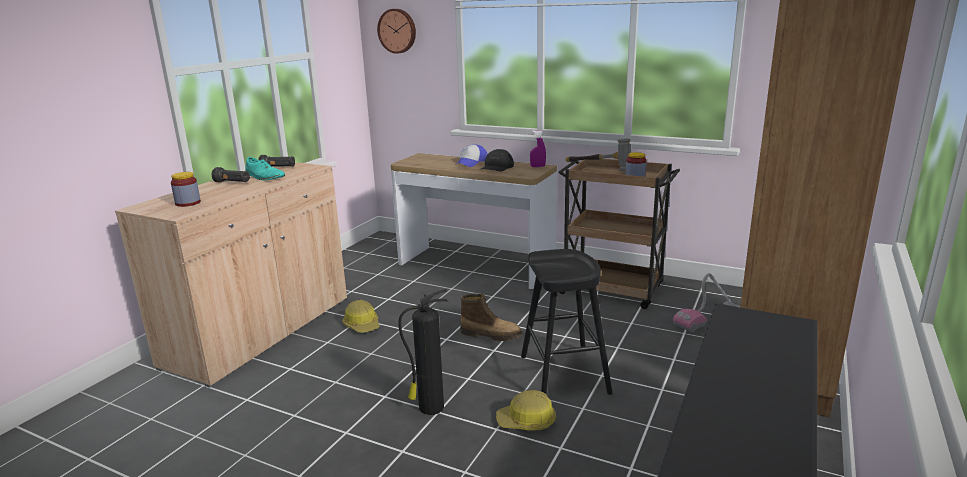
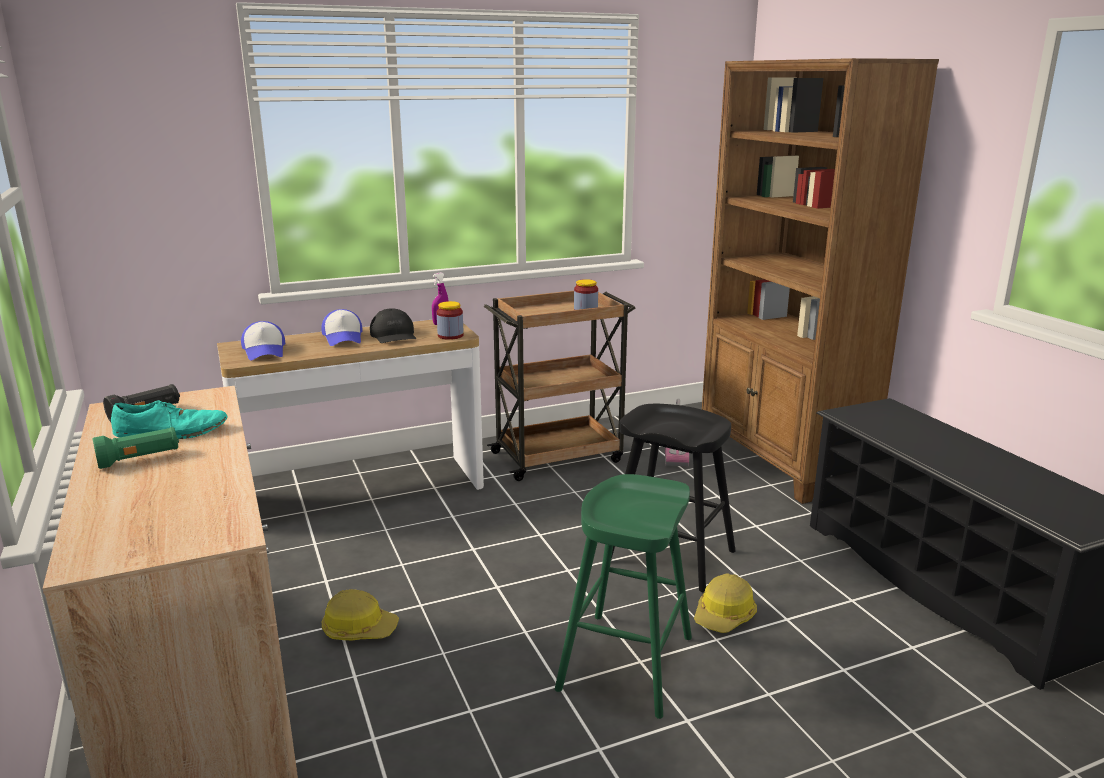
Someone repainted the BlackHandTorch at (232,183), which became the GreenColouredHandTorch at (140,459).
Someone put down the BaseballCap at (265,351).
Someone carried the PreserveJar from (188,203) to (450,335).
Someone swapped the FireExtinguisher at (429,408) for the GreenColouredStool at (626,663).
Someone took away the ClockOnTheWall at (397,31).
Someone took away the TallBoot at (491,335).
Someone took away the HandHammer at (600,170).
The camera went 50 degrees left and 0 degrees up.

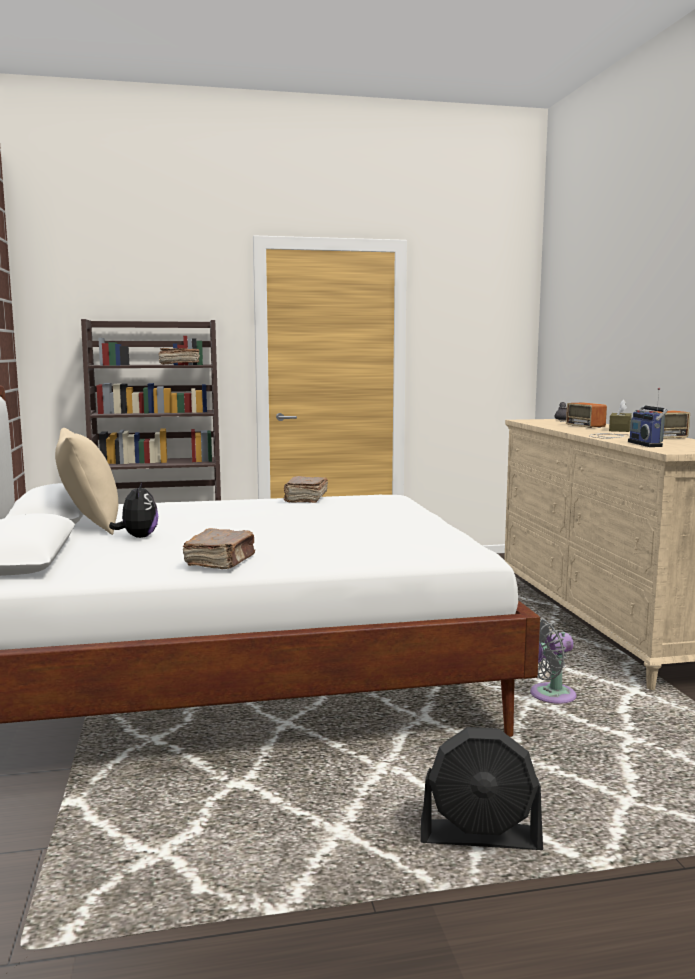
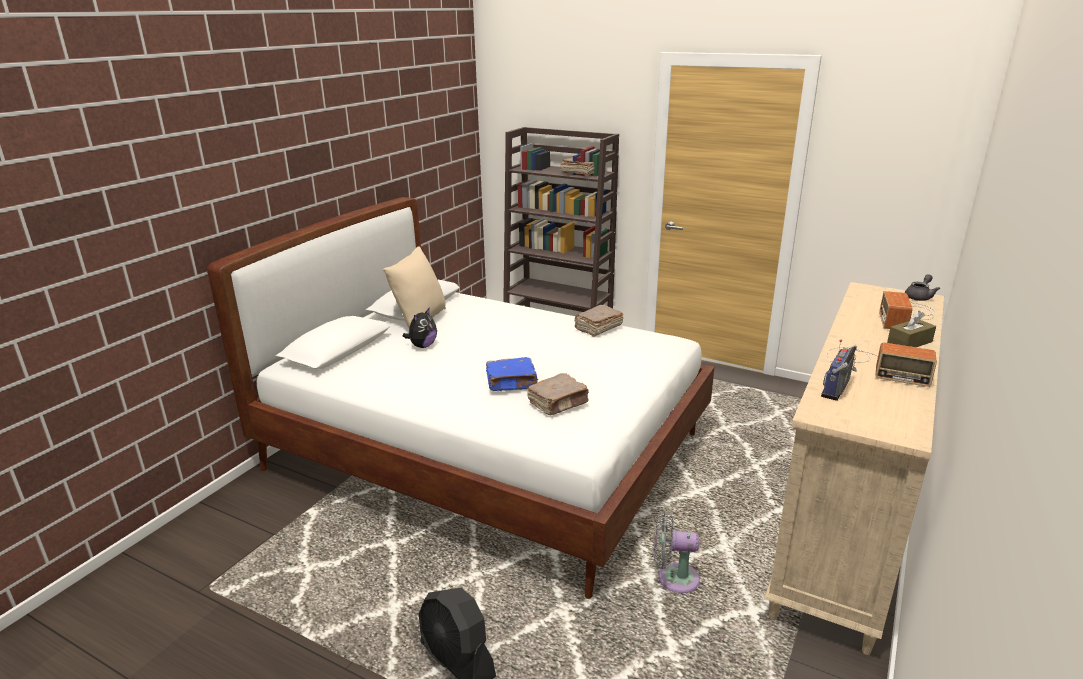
Someone put down the BluishBook at (512,383).
Someone carried the BrownColouredBook from (221,562) to (558,403).
The camera went 40 degrees right and 15 degrees up.

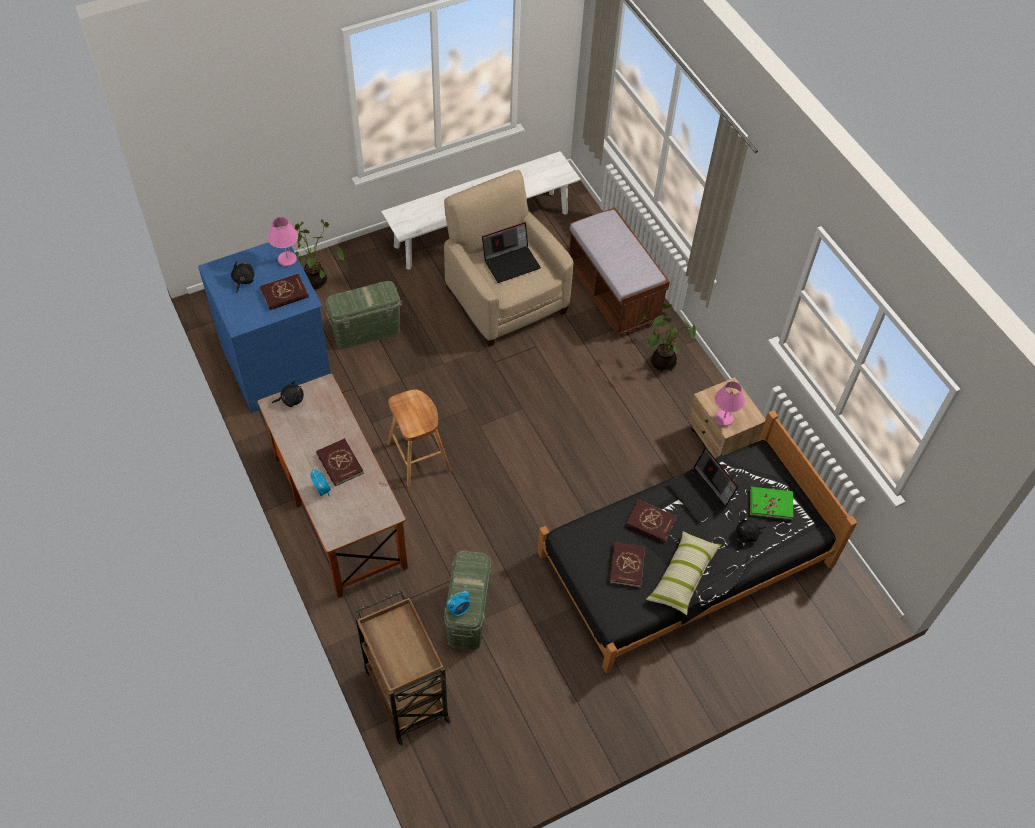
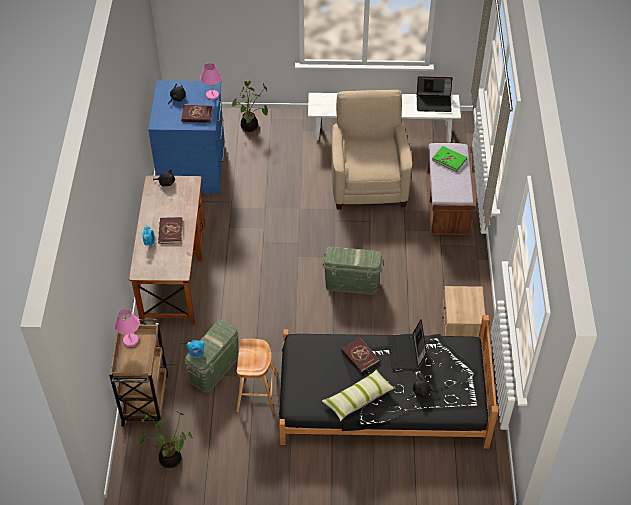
Someone carried the PinkishLampForATable from (723,418) to (130,340).
Someone carried the PlantInAPot from (662,361) to (170,457).
Someone carried the BrownColouredStool from (418,457) to (257,393).
Someone carried the GreenColouredStorageBin from (366,331) to (352,283).
Someone carried the PortableComputer from (511,262) to (434,102).
Someone carried the GreenColouredBook from (770,504) to (449,160).
Someone took away the RedColouredBook at (626,565).
The camera went 30 degrees right and 5 degrees down.

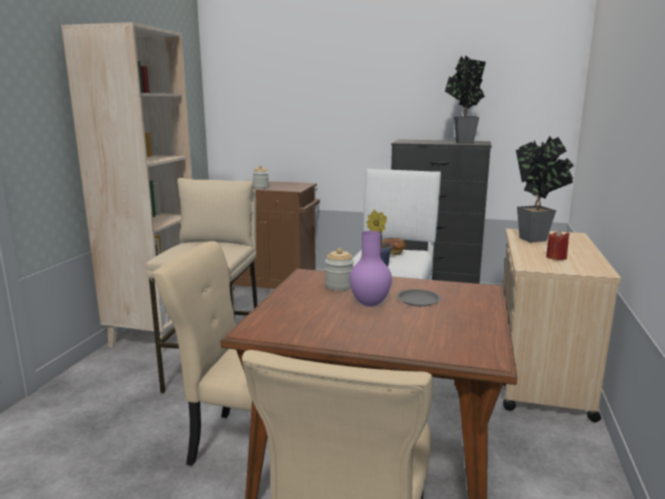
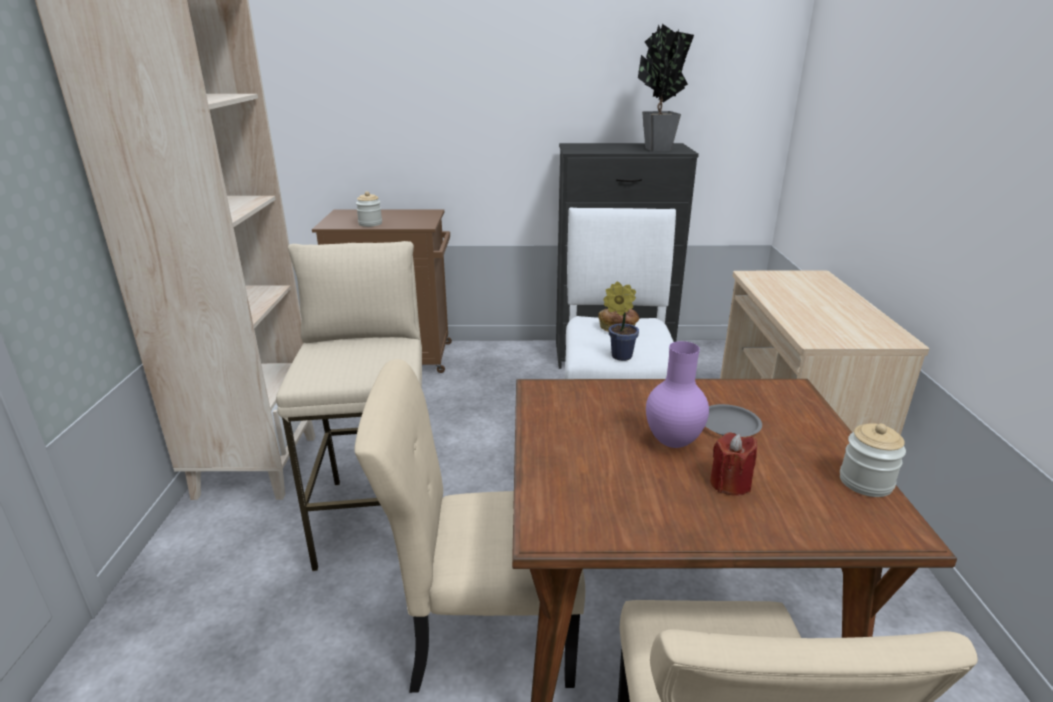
Someone carried the RedColouredWaxCandle from (556,257) to (730,484).
Someone carried the PreserveJar from (339,286) to (865,482).
Someone took away the PlantInAPot at (537,239).
The camera went 15 degrees left and 10 degrees up.

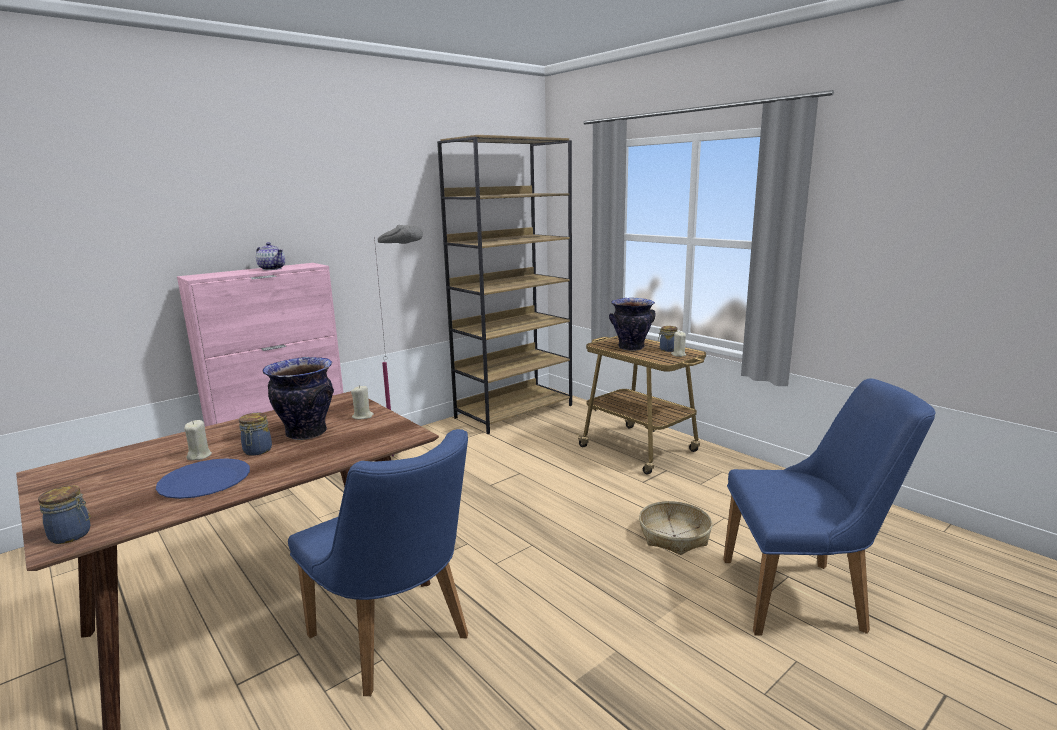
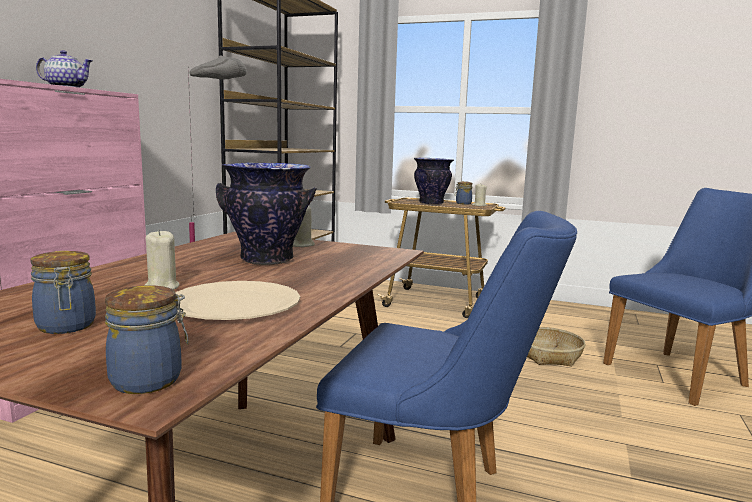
Someone carried the PreserveJar from (257,451) to (66,327).
Someone repainted the BluishFlatDish at (204,481), which became the SandColouredFlatDish at (234,304).
The camera went 30 degrees left and 5 degrees down.

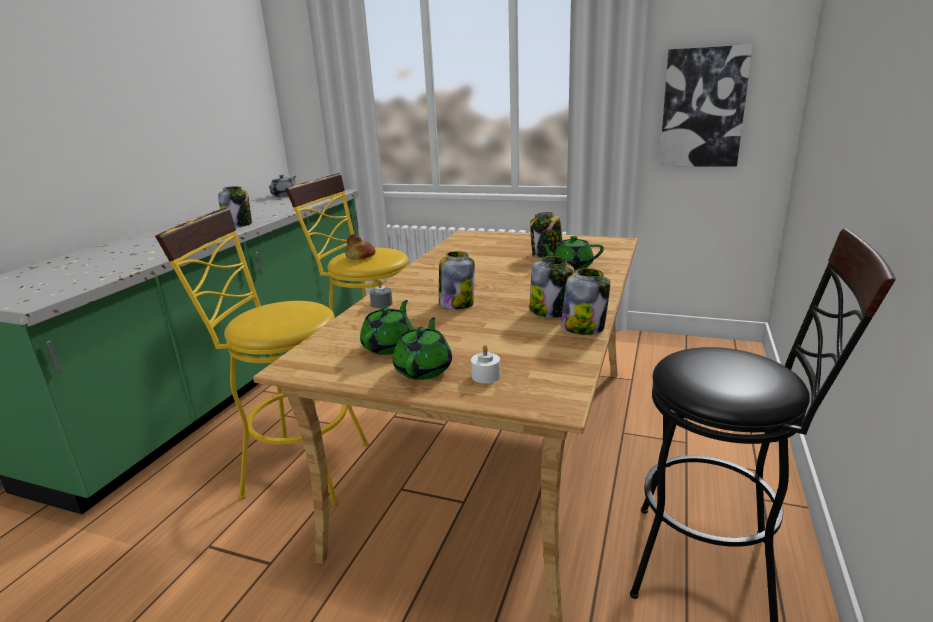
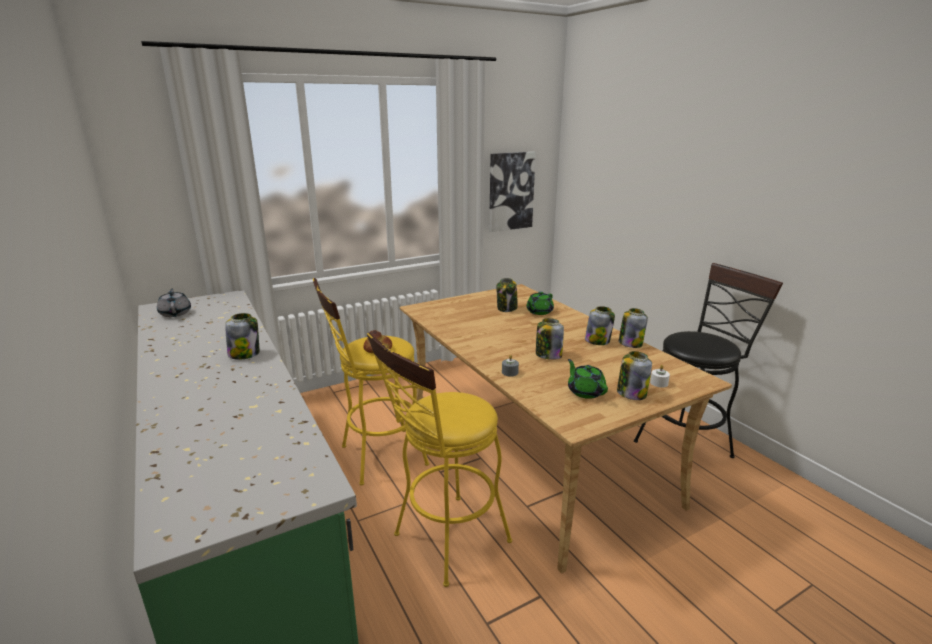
Someone swapped the GreenColouredPotForTea at (424,369) for the PreserveJar at (631,393).
The camera went 50 degrees left and 0 degrees up.

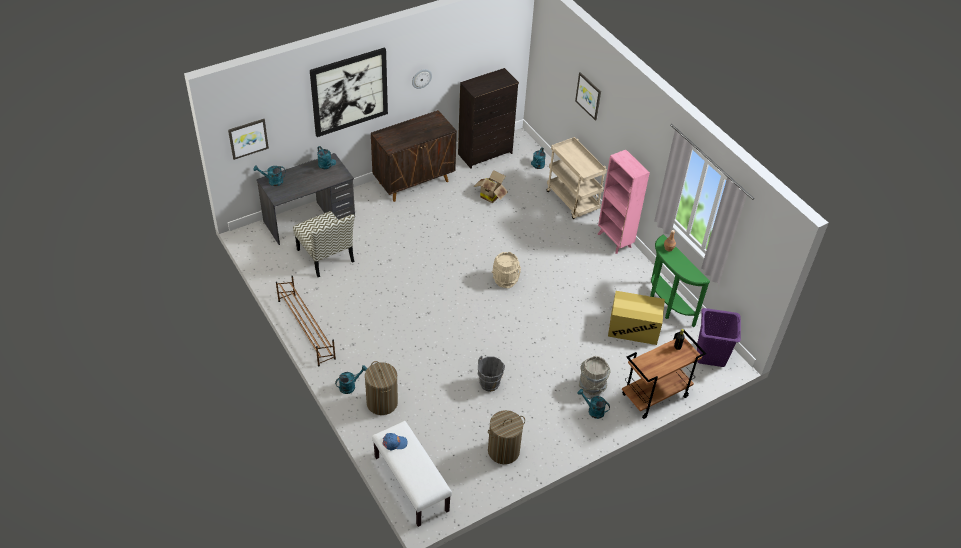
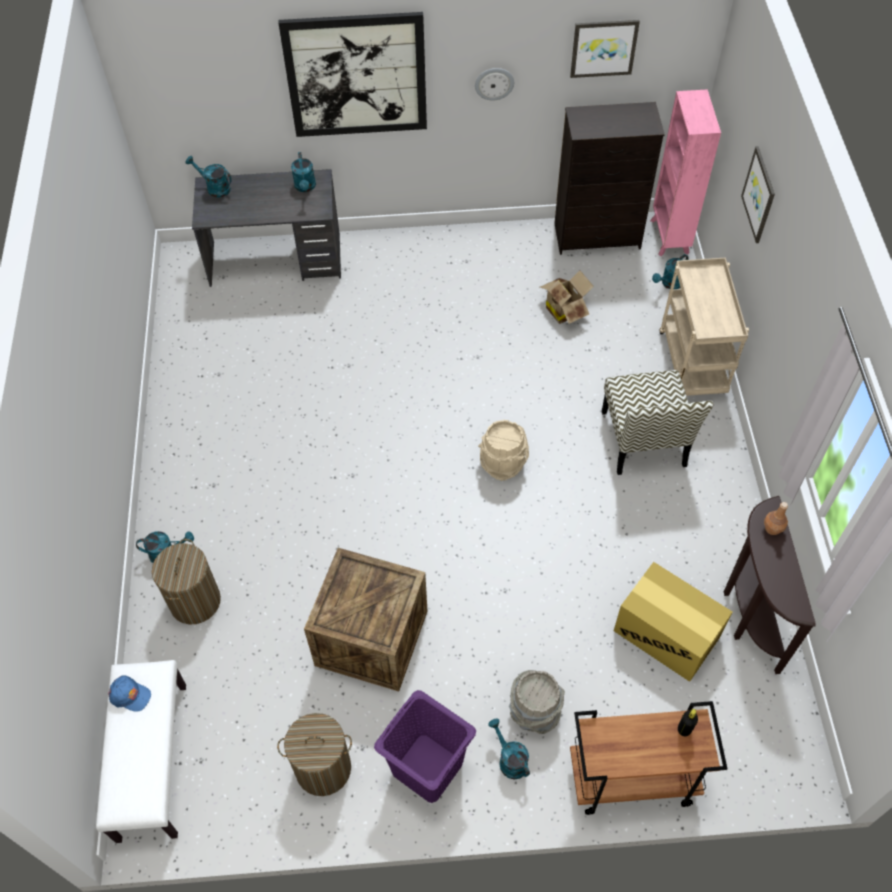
Someone swapped the GreyBucket at (489,384) for the ShippingCrate at (371,638).
Someone carried the PurpleWashingBasket from (711,355) to (427,768).
Someone carried the WallArt from (248,138) to (603,48).
Someone carried the Chair from (326,256) to (644,440).
Someone carried the PinkishBookcase from (614,241) to (669,237).
Someone repainted the GreenColouredNarrowTable at (666,306), which became the BrownColouredNarrowTable at (747,615).
Someone took away the BrownColouredShoeStand at (306,329).
Someone took away the BrownColouredStorageCabinet at (414,182).
The camera went 30 degrees right and 10 degrees up.

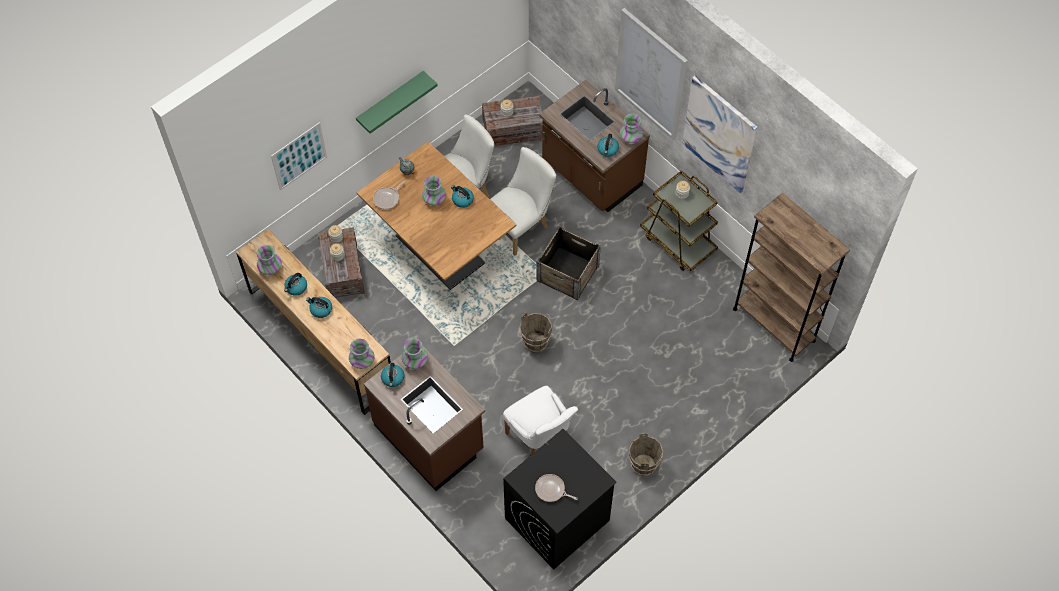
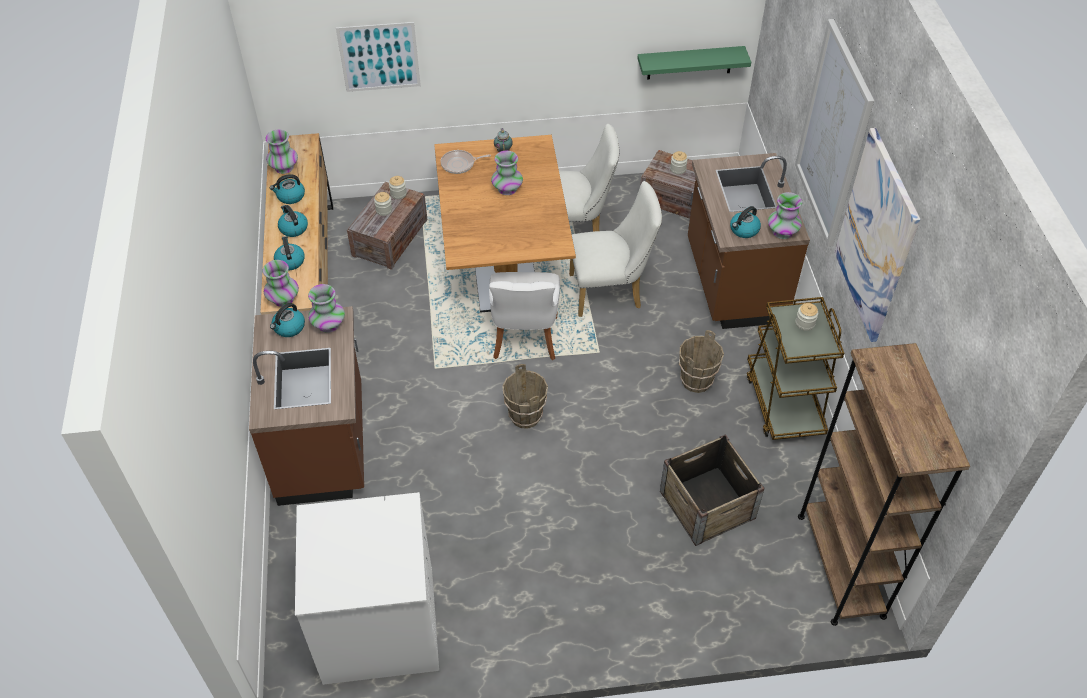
Someone carried the TeaKettle from (462,200) to (290,261).
Someone repainted the BlackWashingMachine at (556,520), which became the WhiteWashingMachine at (378,627).
Someone carried the WhiteChair from (540,439) to (524,340).
Someone carried the GreenColouredWallShelf from (390,101) to (689,62).
Someone carried the ShippingCrate from (567,273) to (706,504).
Someone carried the BrownColouredBucket from (644,465) to (696,381).
Someone took away the FryingPan at (551,490).
The camera went 35 degrees right and 10 degrees down.

